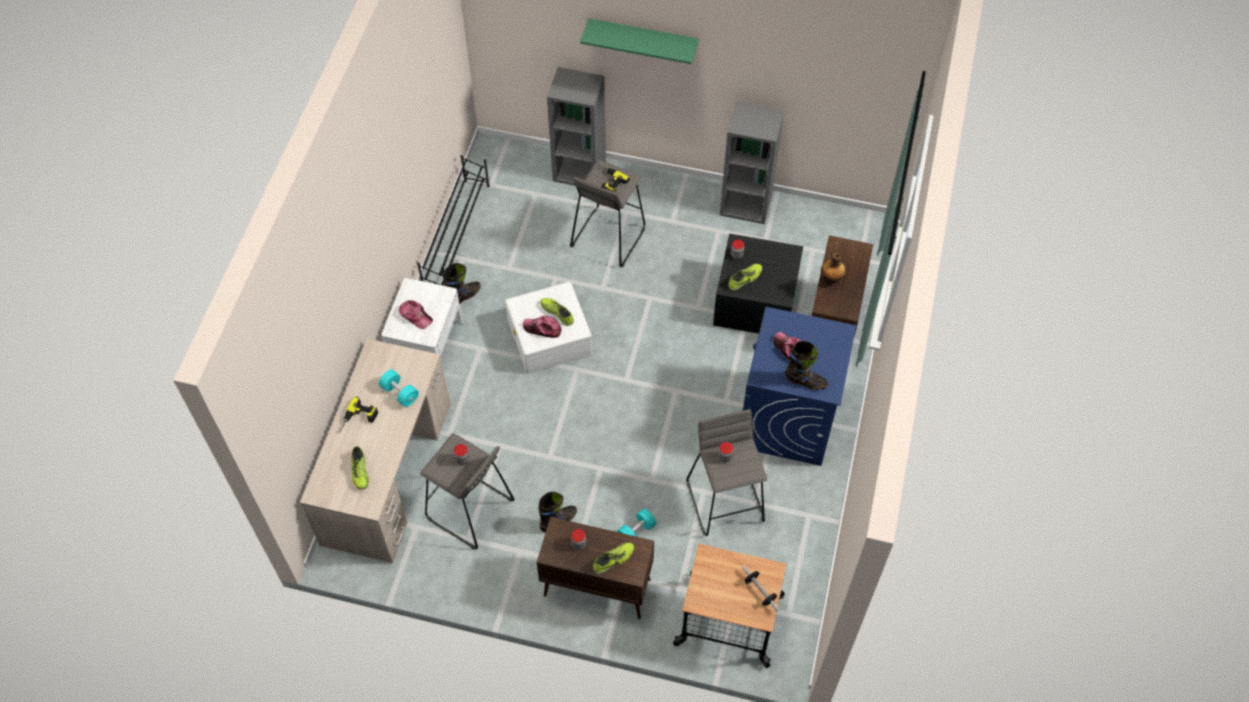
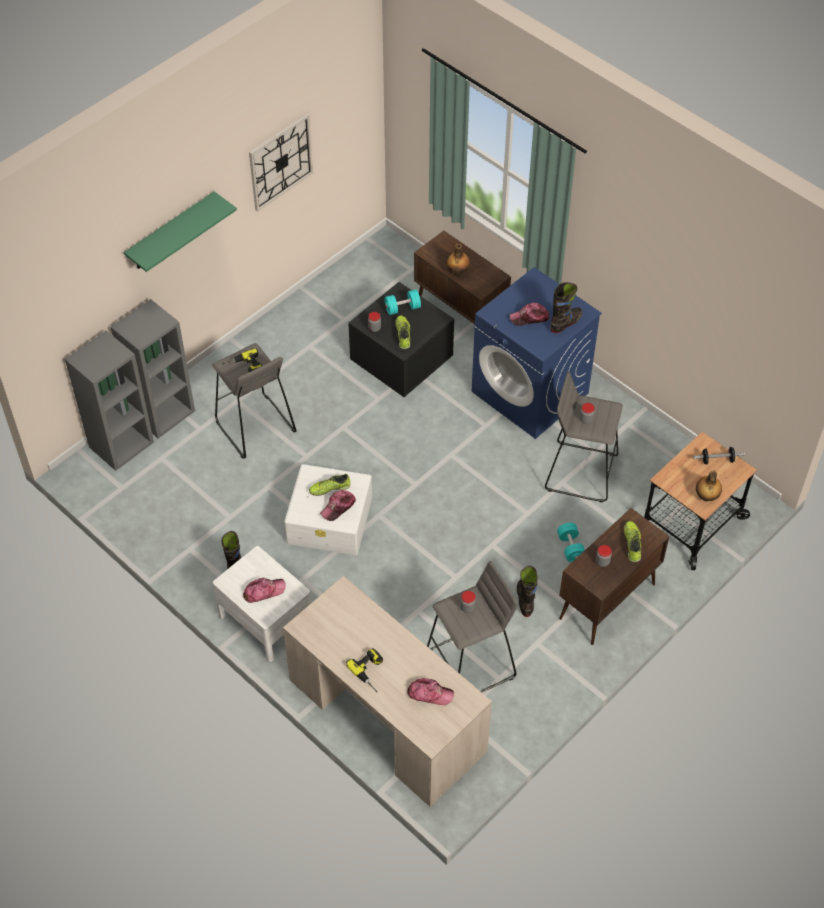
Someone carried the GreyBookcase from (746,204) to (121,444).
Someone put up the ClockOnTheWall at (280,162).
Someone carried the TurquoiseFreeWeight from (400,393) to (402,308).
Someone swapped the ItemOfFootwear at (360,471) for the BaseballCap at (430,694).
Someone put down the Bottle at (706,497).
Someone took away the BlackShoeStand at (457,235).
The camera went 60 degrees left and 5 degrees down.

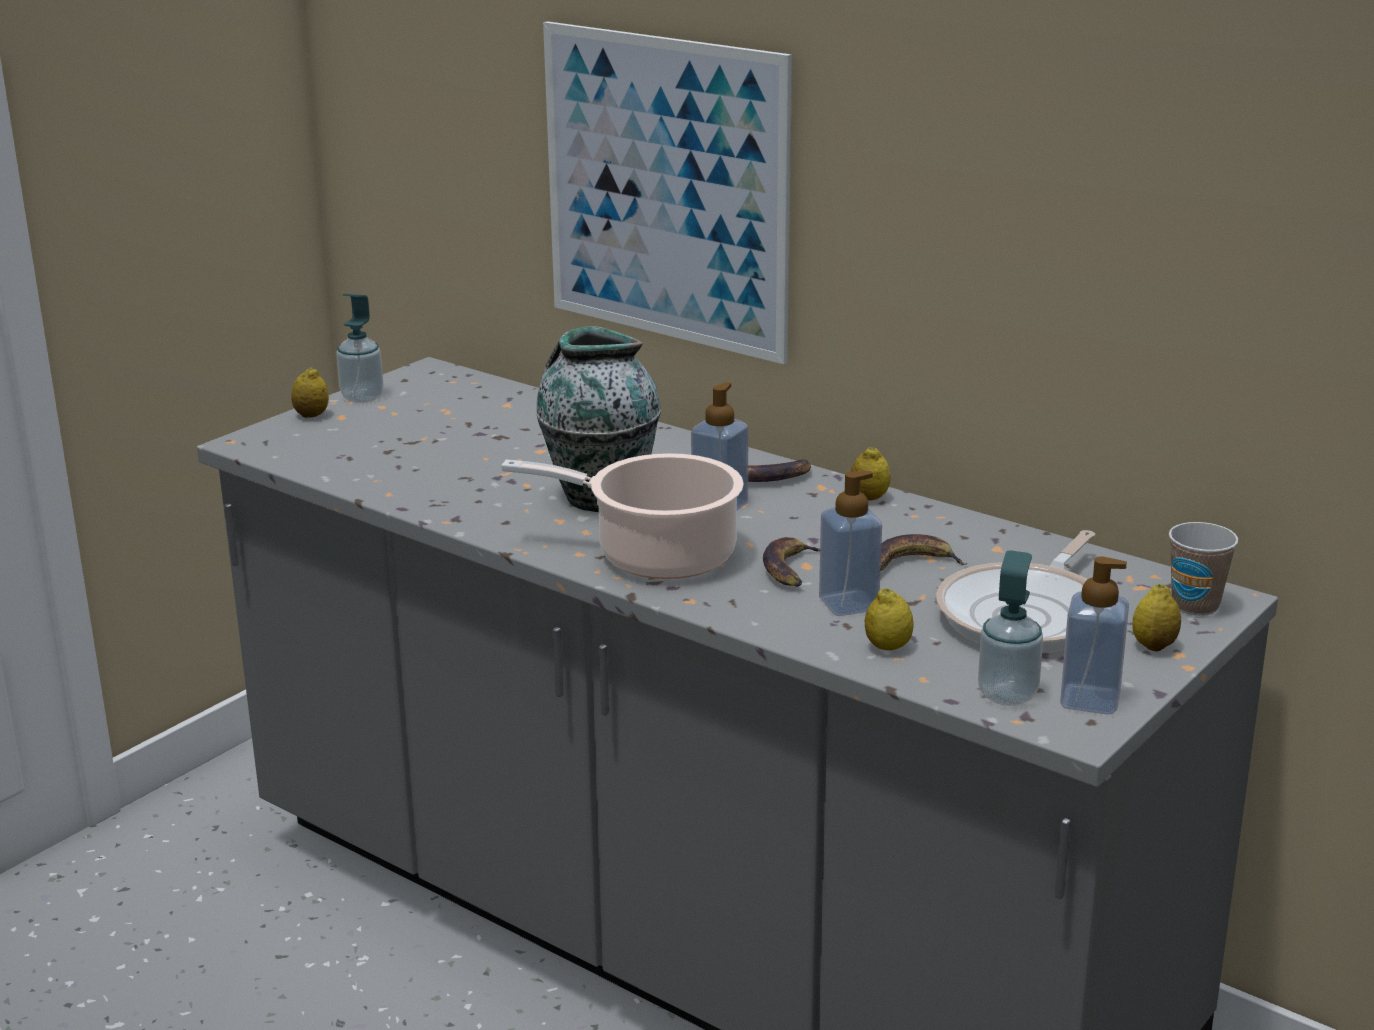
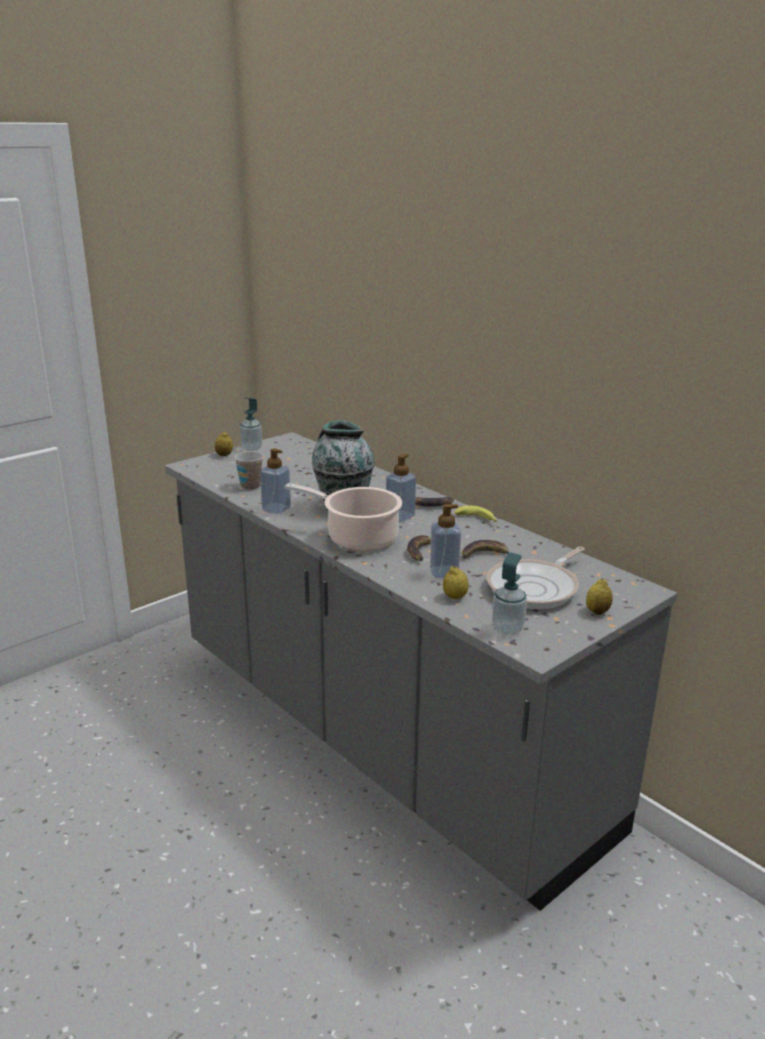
Someone carried the Cup from (1195,605) to (250,486).
Someone carried the SoapDispenser from (1090,700) to (276,509).
Someone swapped the Lemon at (869,498) for the Banana at (478,519).
Someone took away the WallArt at (666,190).
The camera went 10 degrees right and 0 degrees up.

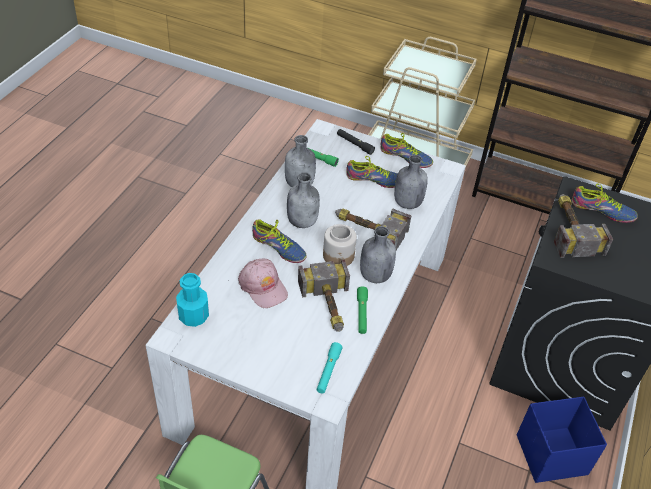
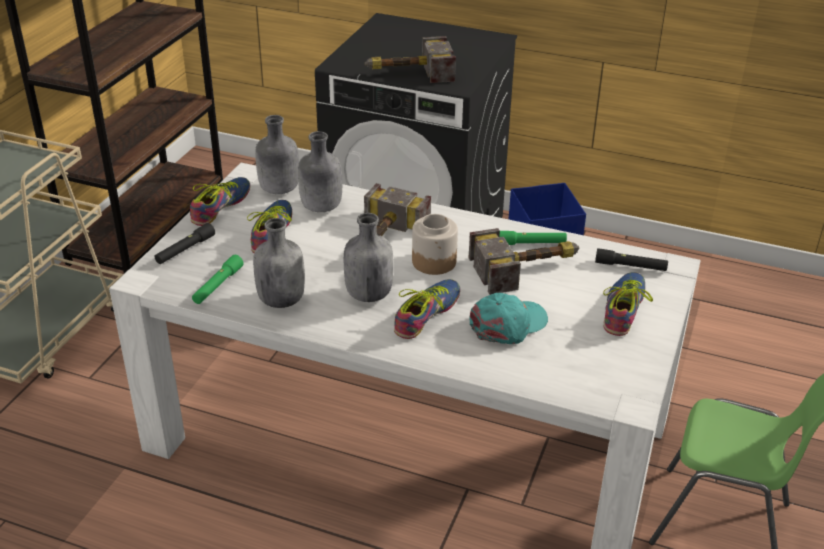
Someone carried the GreyBottle from (374,275) to (279,190).
Someone repainted the PinkishBaseballCap at (263,287), which became the TurquoiseBaseballCap at (508,324).
Someone repainted the TurquoiseHandTorch at (328,371), which became the BlackHandTorch at (630,266).
Someone carried the ItemOfFootwear from (602,210) to (623,309).
Someone took away the TurquoiseBottle at (193,316).
The camera went 90 degrees left and 10 degrees down.

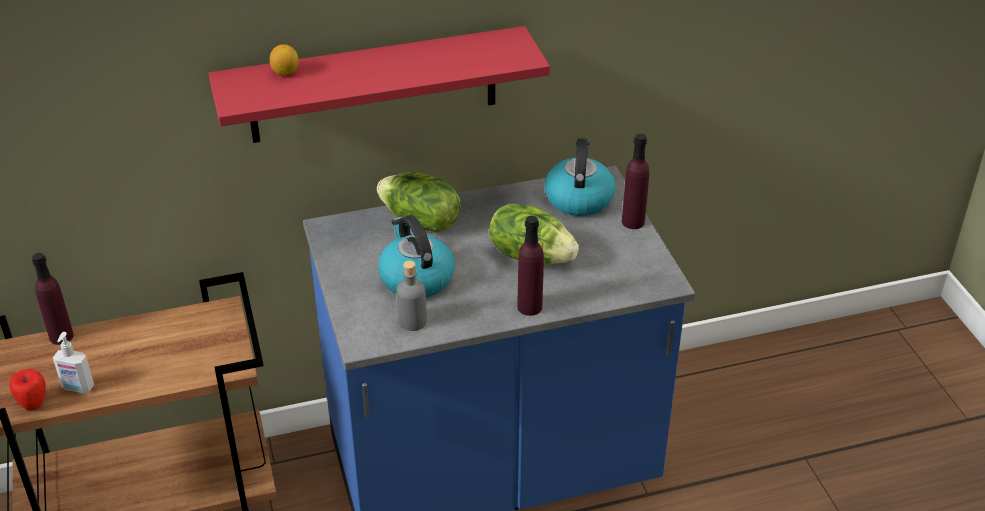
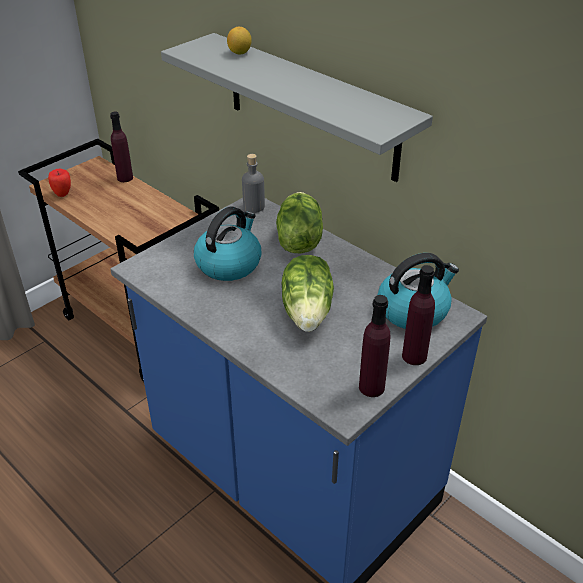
Someone repainted the RedColouredWallShelf at (373,85), which became the GreyWallShelf at (311,106).
Someone carried the GreyBottle from (412,321) to (254,207).
Someone carried the PurpleBottle from (529,307) to (371,387).
Someone took away the SoapDispenser at (77,388).
The camera went 60 degrees right and 0 degrees up.

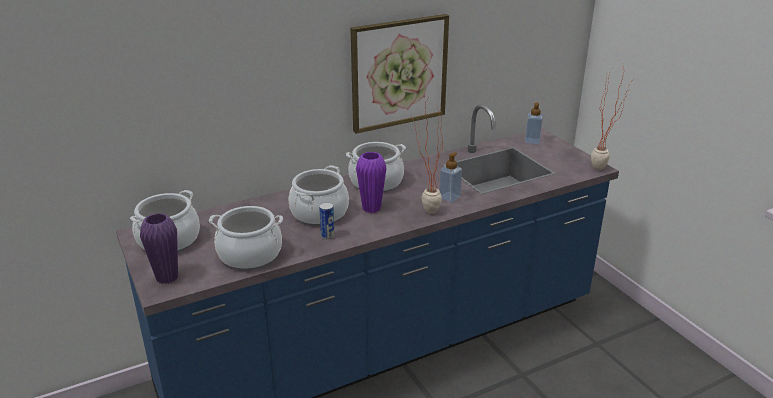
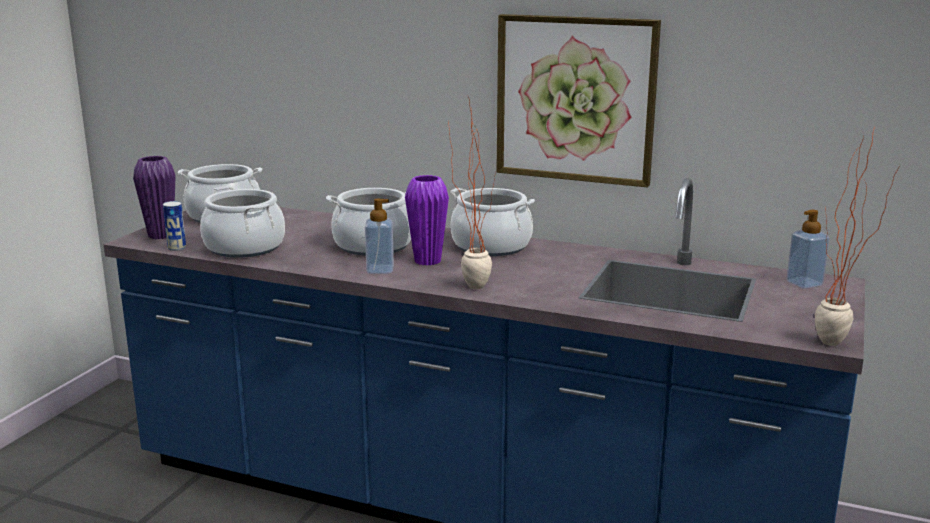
Someone carried the Can from (327,236) to (177,248).
Someone carried the SoapDispenser from (449,197) to (380,270).
The camera went 50 degrees right and 10 degrees down.

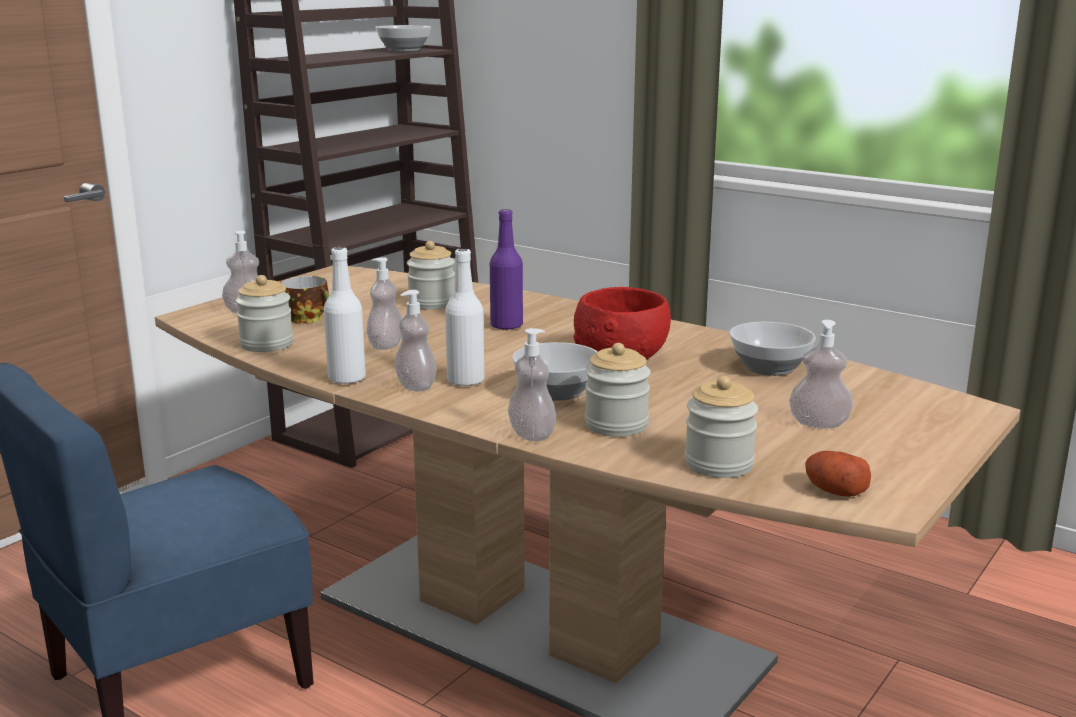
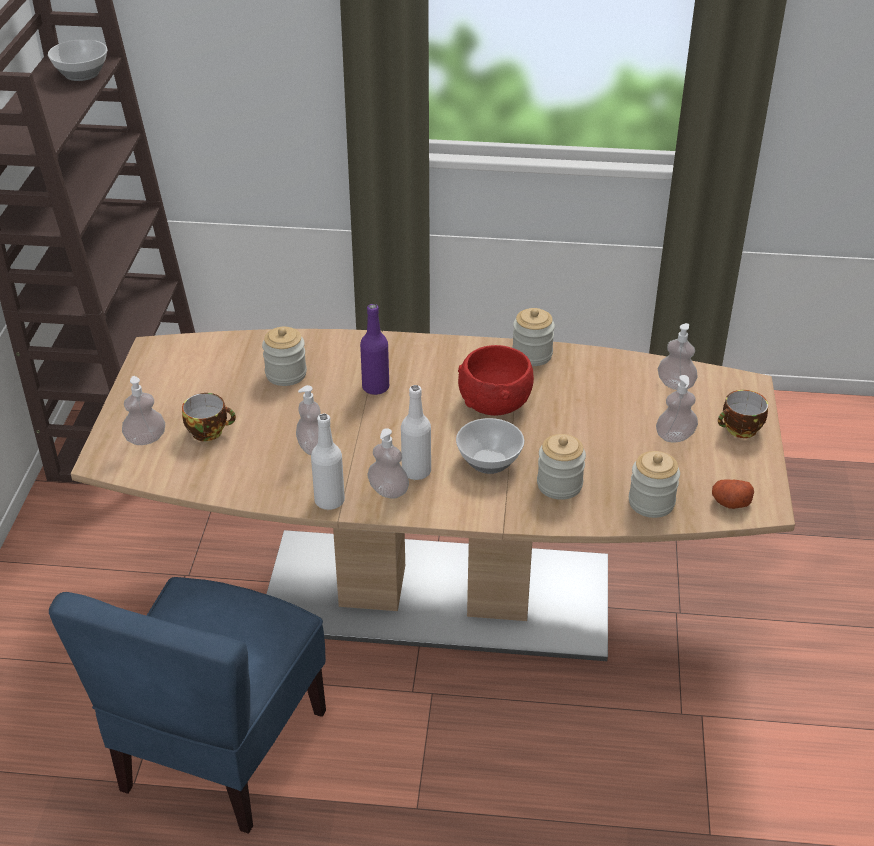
Someone carried the PreserveJar from (266,344) to (532,355).
Someone carried the SoapDispenser from (532,435) to (675,384).
Someone put down the Cup at (740,430).
Someone took away the DeepDish at (768,368).
The camera went 30 degrees left and 20 degrees up.

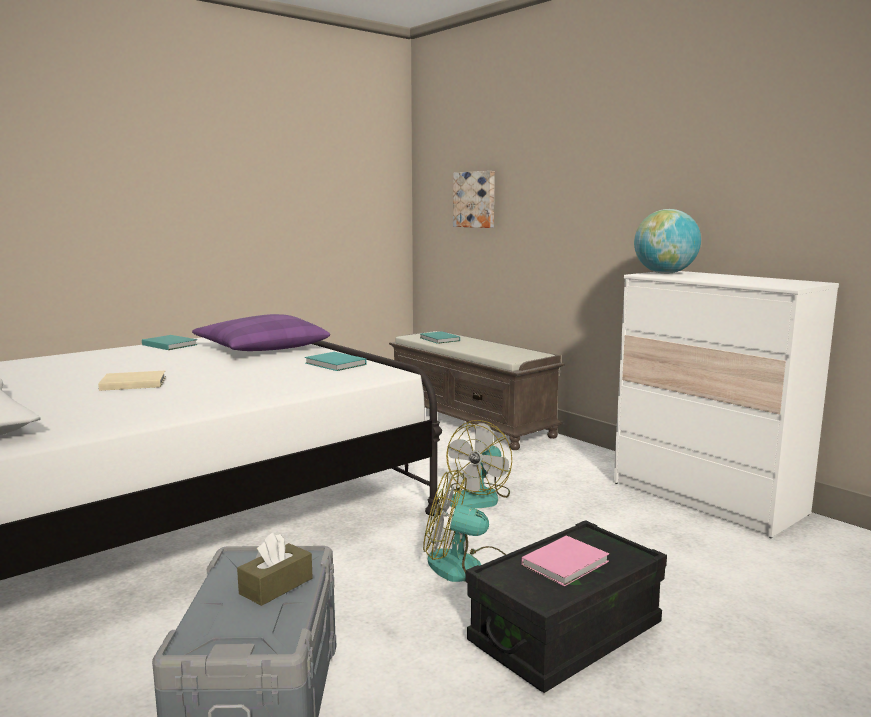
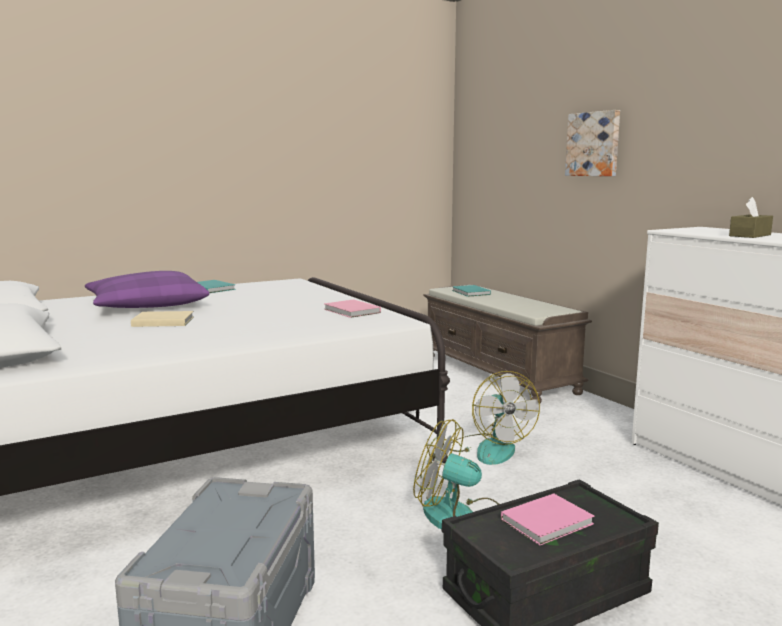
Someone carried the PurplePillow from (261,349) to (146,305).
Someone repainted the TurquoiseBook at (335,364), which became the PinkishBook at (352,311).
Someone rotated the CoolingFan at (480,497) by 60 degrees counterclockwise.
Someone carried the WallArt from (475,199) to (594,144).
Someone carried the BrownColouredTissueBox from (276,586) to (750,235).
Someone took away the WorldGlobe at (665,273).
The camera went 10 degrees right and 0 degrees up.

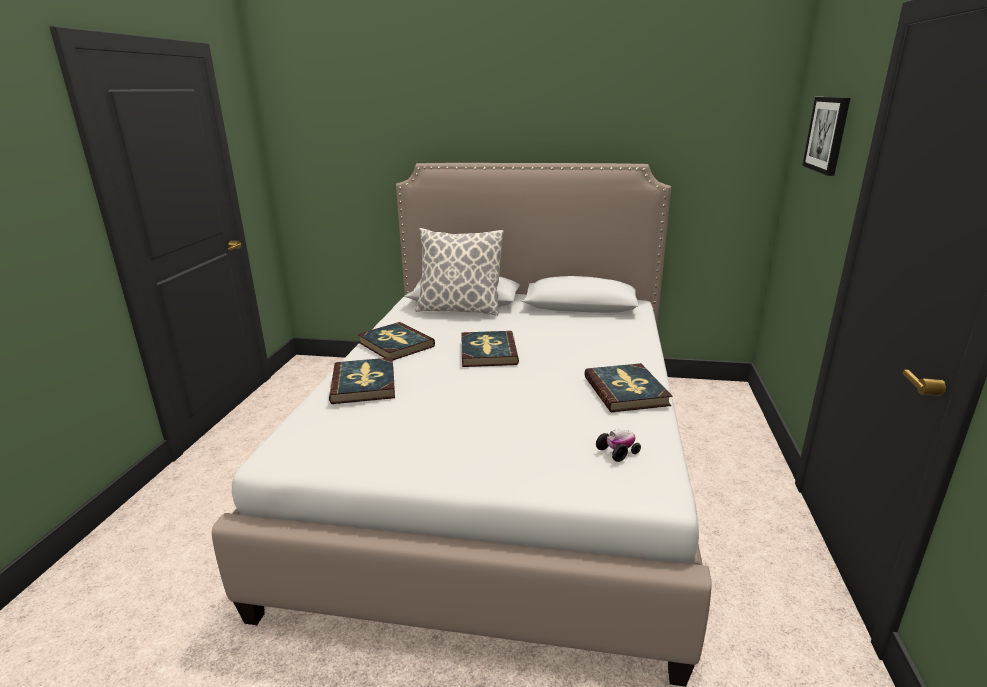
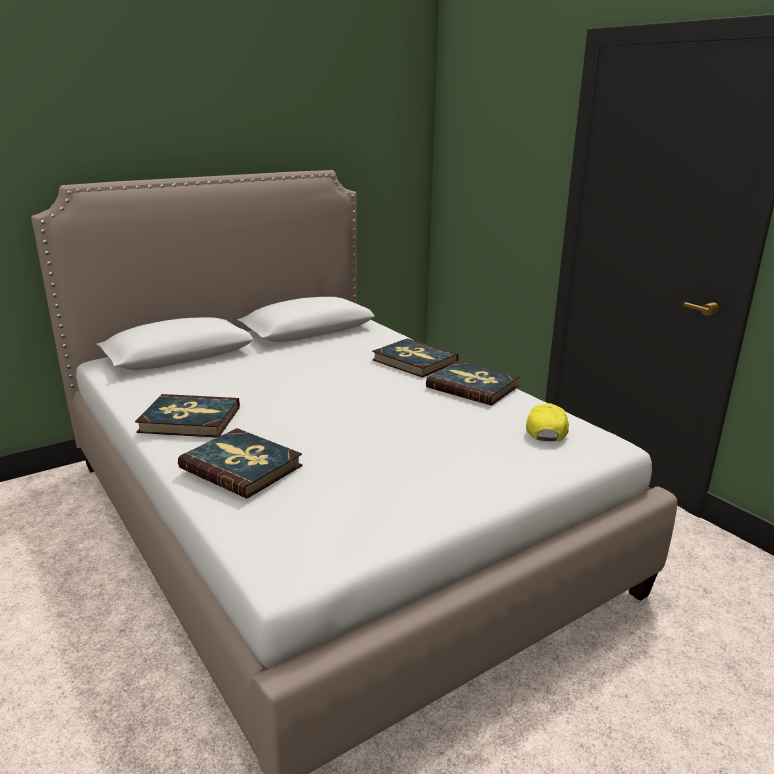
Someone carried the Book from (488,352) to (414,361).
Someone swapped the ModelCar at (618,452) for the YellowishBaseballCap at (546,430).
Someone took away the Pillow at (459,310).
Someone took away the WallArt at (827,134).
The camera went 45 degrees left and 0 degrees up.

